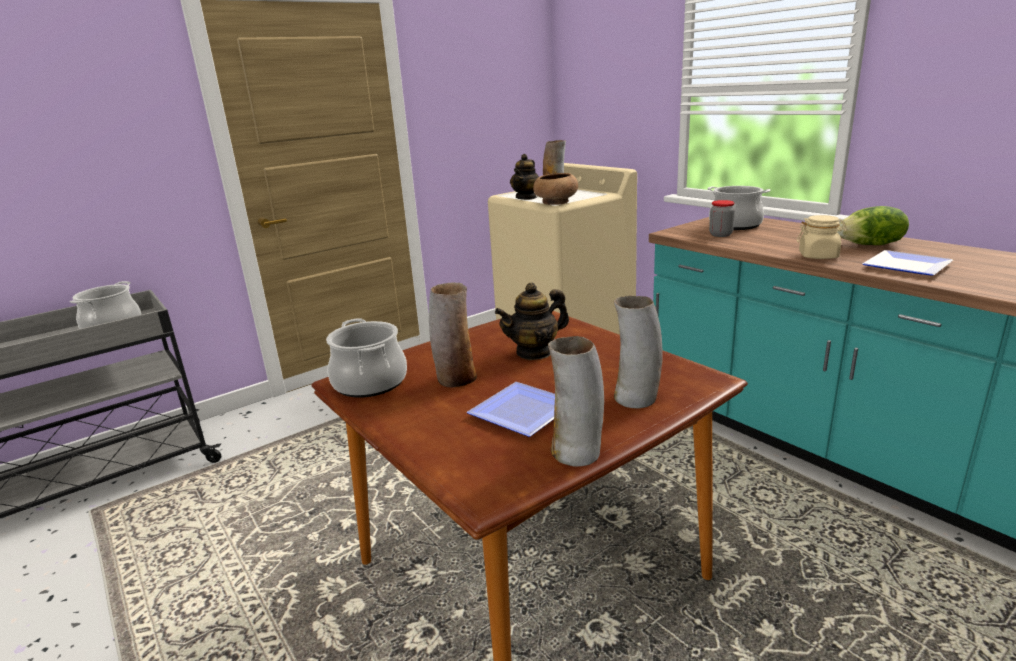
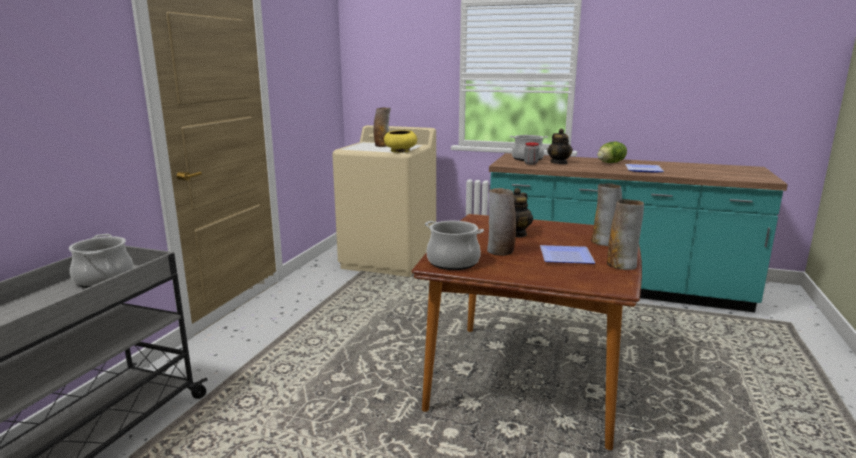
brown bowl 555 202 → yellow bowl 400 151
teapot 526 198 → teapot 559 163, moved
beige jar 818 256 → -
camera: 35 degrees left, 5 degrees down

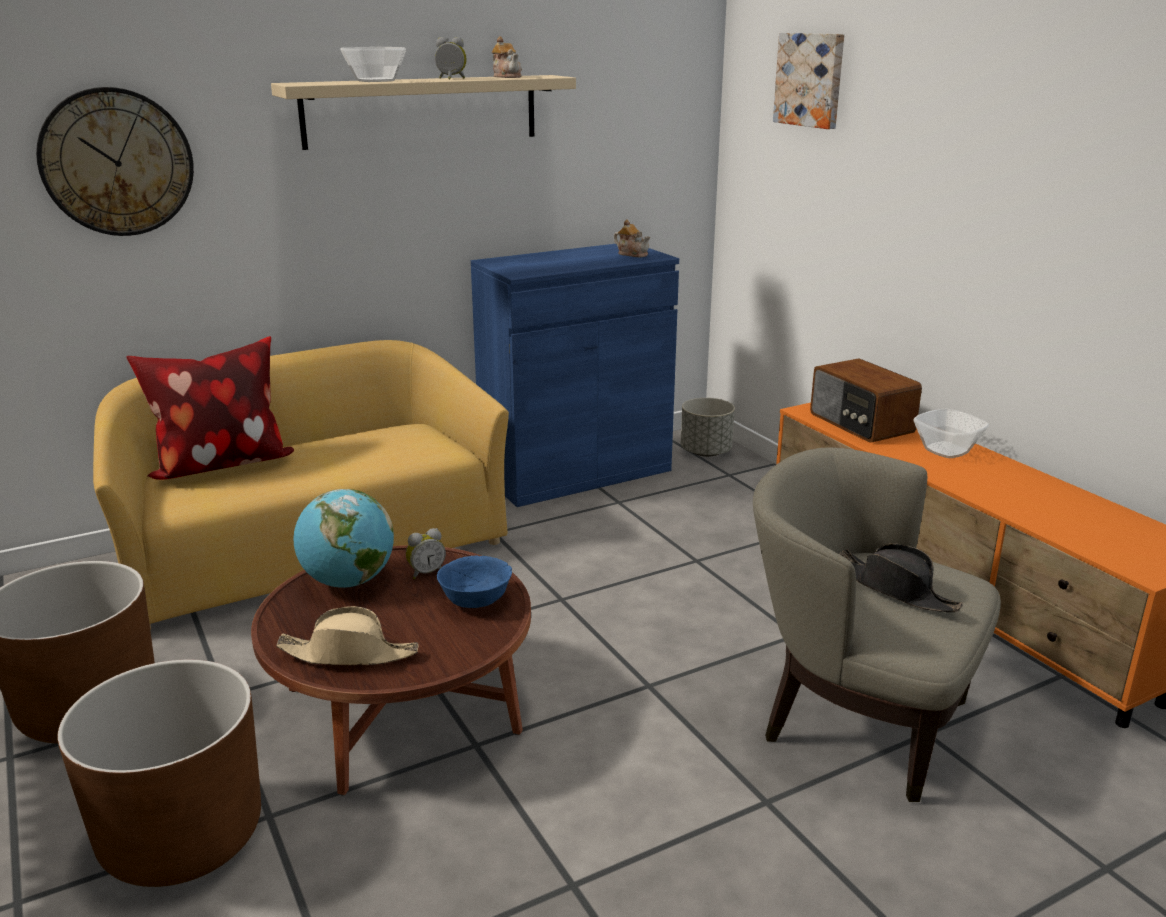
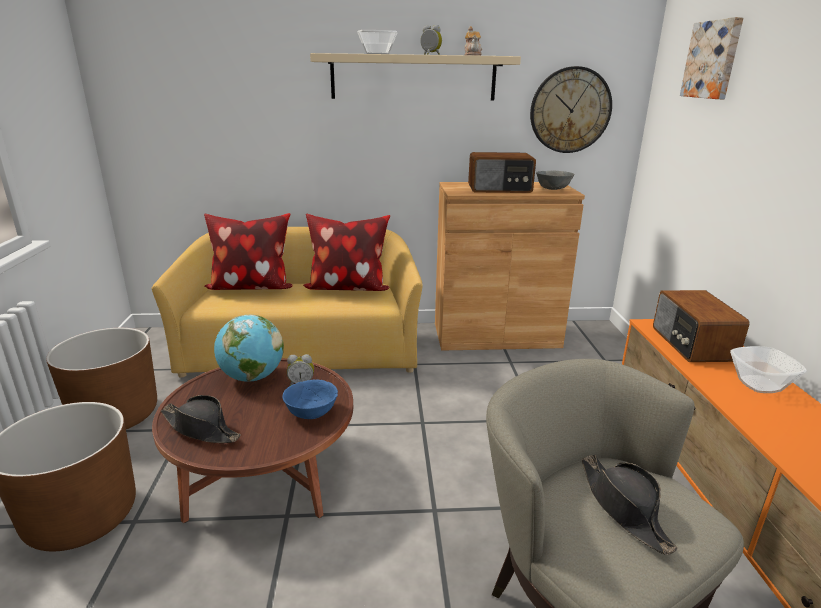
beige hat 349 654 → black hat 201 429
- → pillow 347 288
blue cabinet 576 472 → brown cabinet 496 335
- → radio 500 189
wall clock 117 162 → wall clock 570 110, moved
teapot 632 254 → grey bowl 552 189
grey planter 706 452 → -
camera: 25 degrees right, 0 degrees up

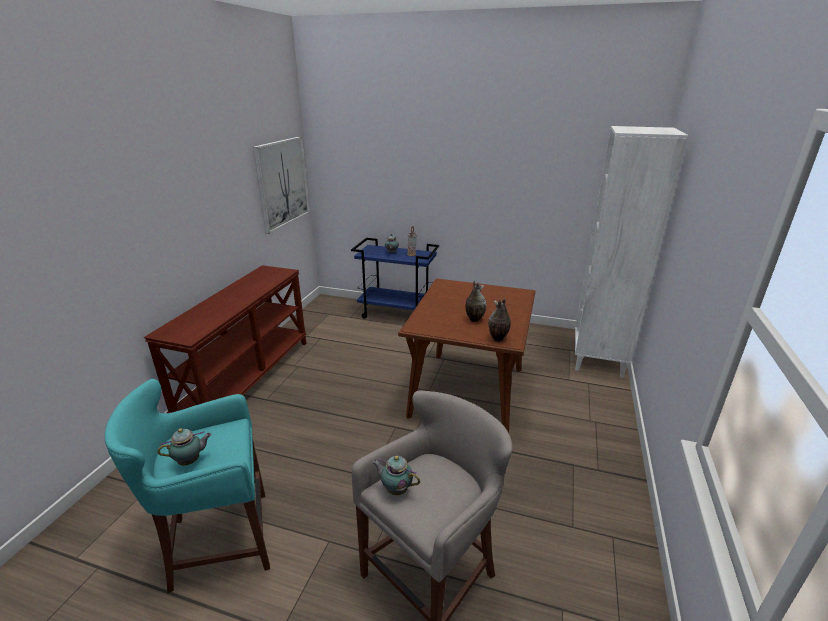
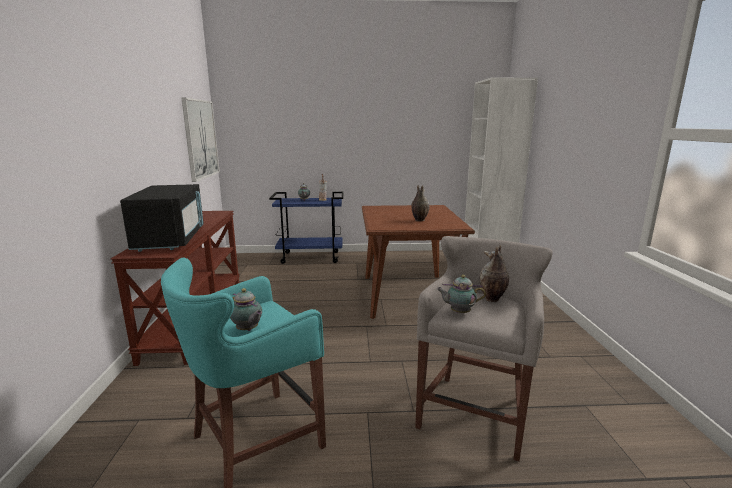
- → black microwave 171 240
teapot 191 461 → teapot 248 330, 90 degrees clockwise
vase 497 339 → vase 492 299, moved
camera: 20 degrees left, 10 degrees down

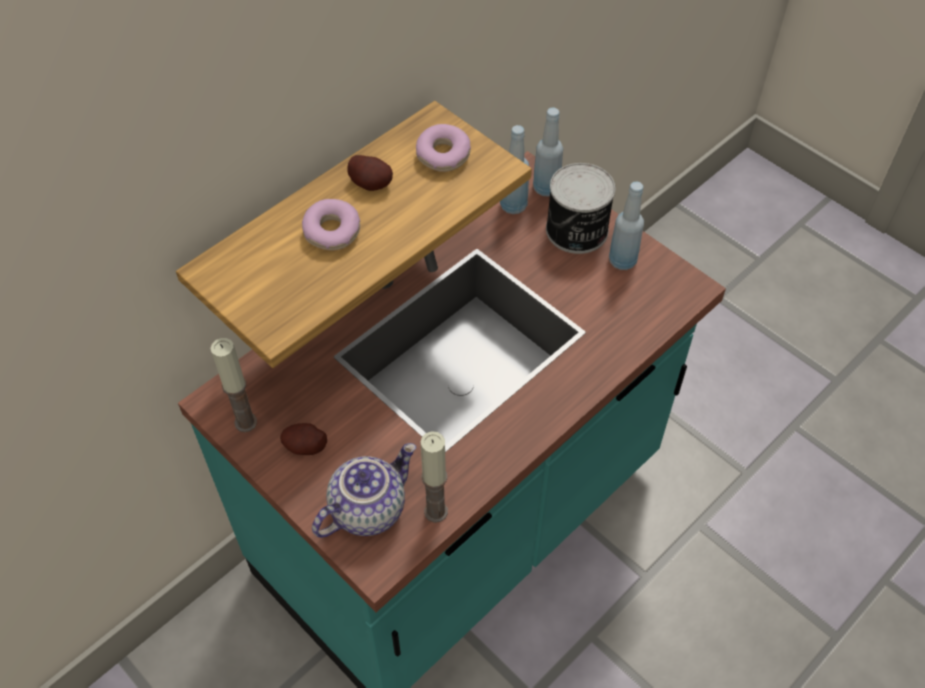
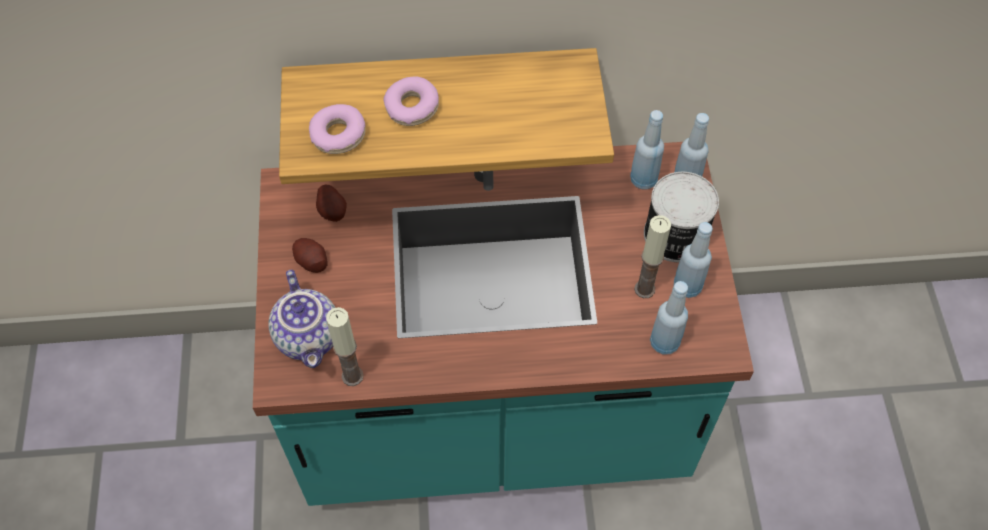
teapot 367 508 → teapot 310 337, 75 degrees clockwise
donut 443 155 → donut 338 135, moved
potato 371 183 → potato 332 211, moved
candle 245 422 → candle 644 289, moved
- → blue bottle 664 343
camera: 40 degrees right, 5 degrees up

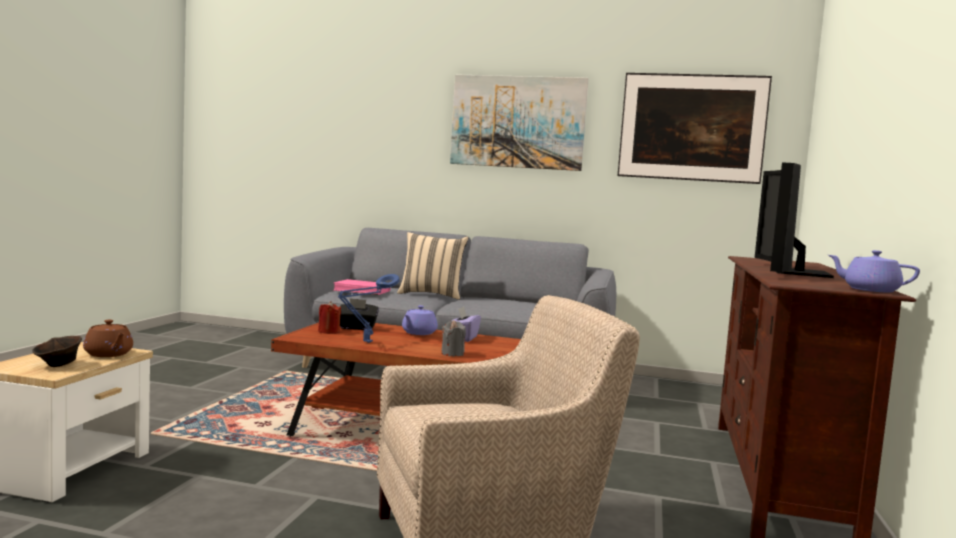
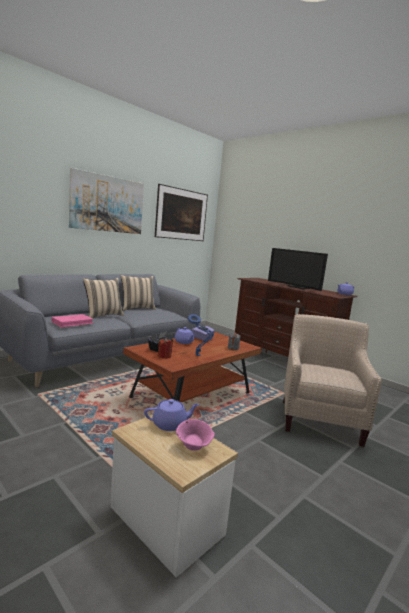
- → beige pillow 137 308
brown teapot 109 354 → purple teapot 170 424
brown bowl 58 365 → pink bowl 194 447
camera: 60 degrees left, 5 degrees up

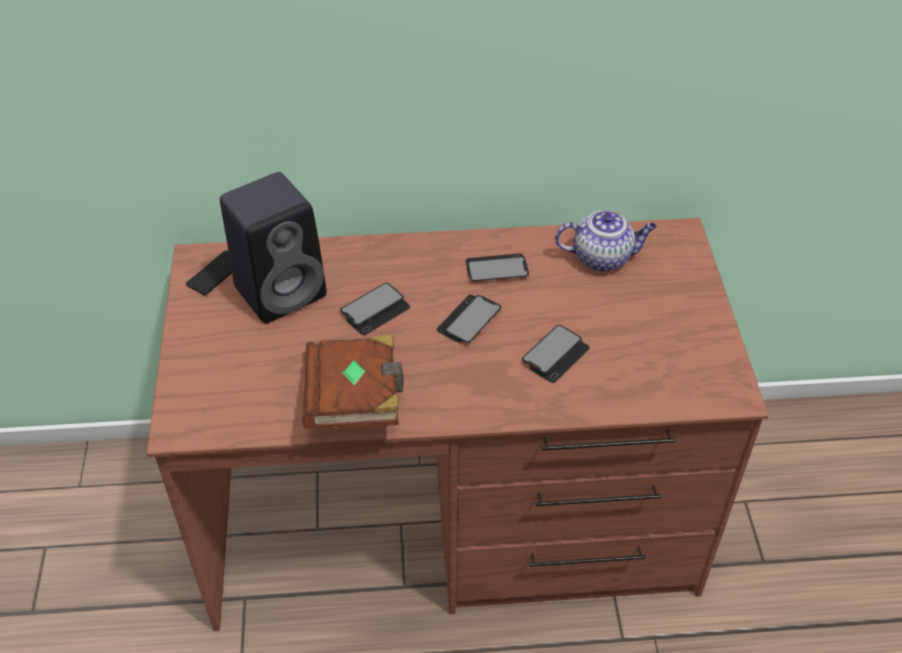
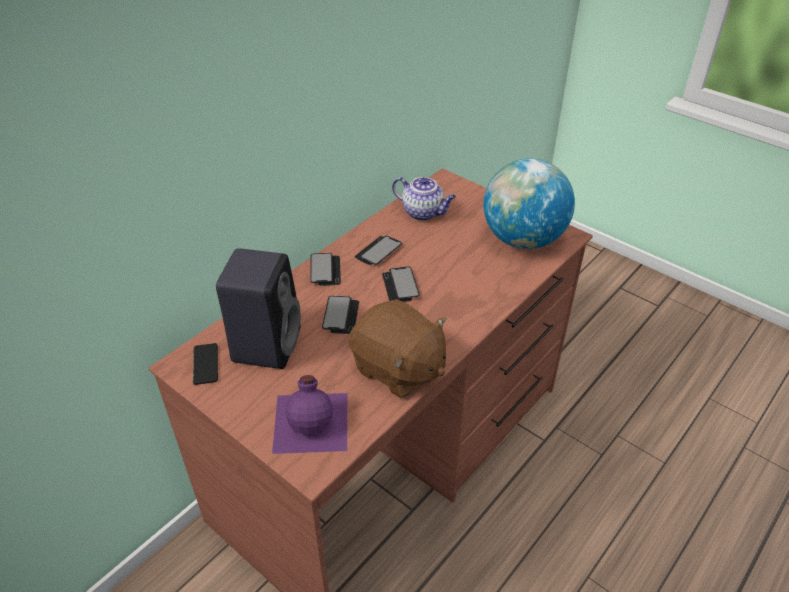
- → purple bottle 312 421
phone 555 355 → phone 325 270, moved
brown book 355 399 → brown plush toy 398 369
teapot 603 257 → teapot 424 212, 75 degrees clockwise
- → globe 522 239
camera: 45 degrees left, 5 degrees down

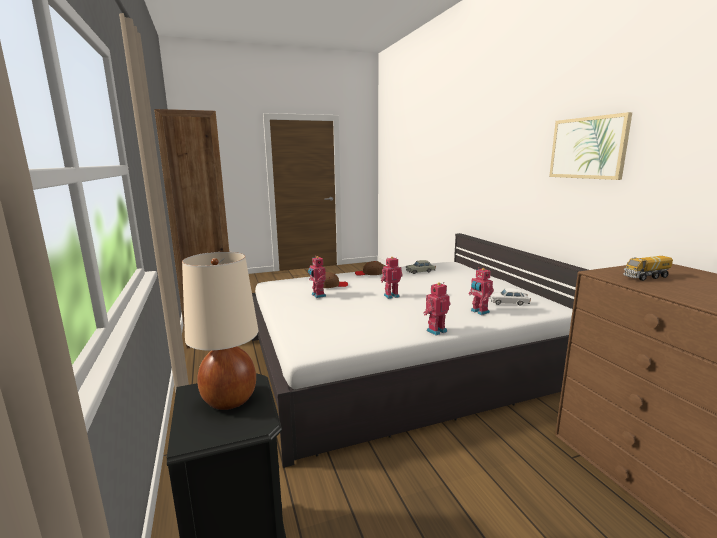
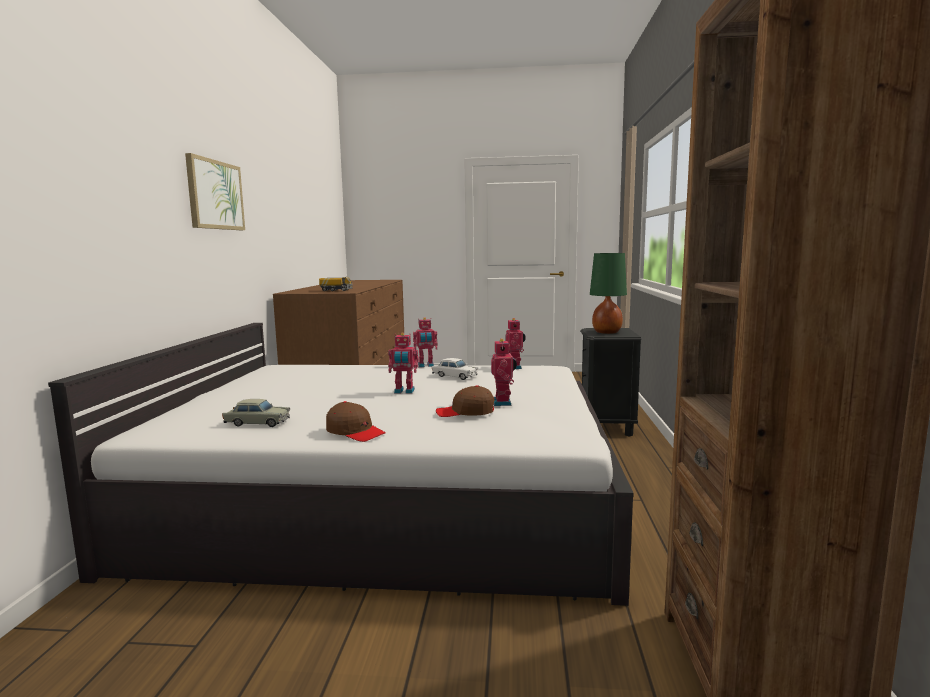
white toy car 509 302 → white toy car 455 376, moved
toy robot 479 312 → toy robot 515 367, moved
beige table lamp 230 400 → green table lamp 606 332
camera: 155 degrees left, 5 degrees down

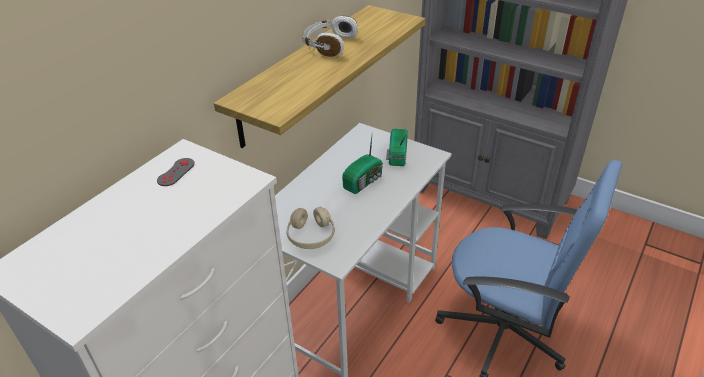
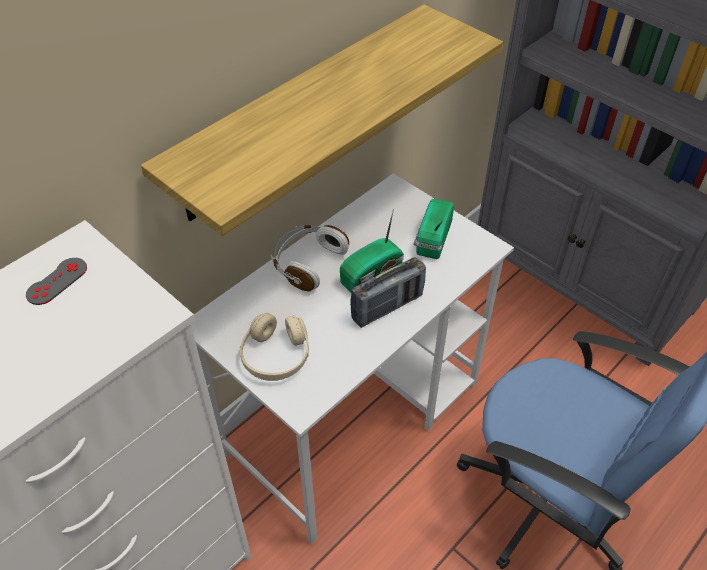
white headphones 328 45 → white headphones 307 263, moved
- → radio 387 307
camera: 10 degrees right, 10 degrees up

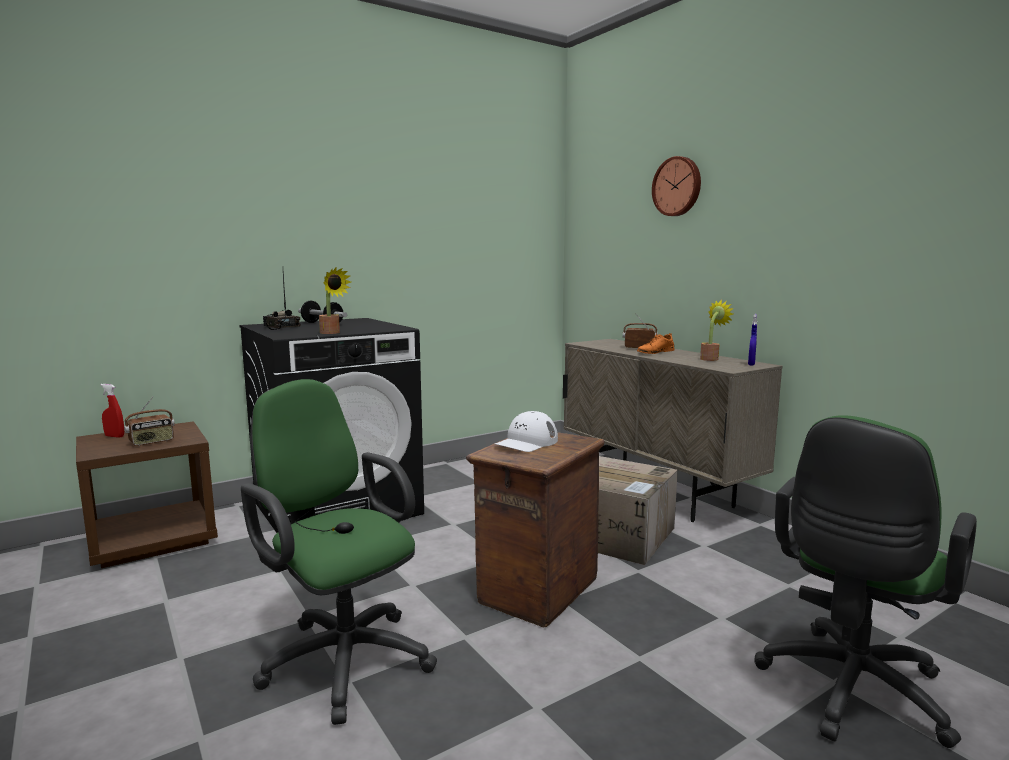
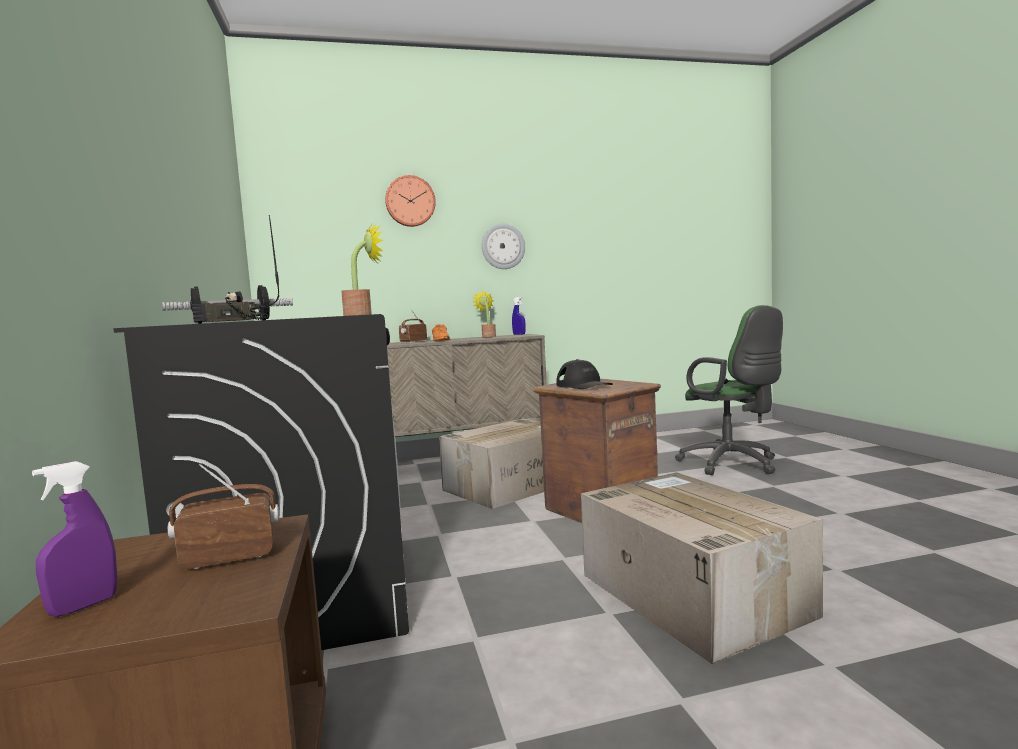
red spray bottle 114 436 → purple spray bottle 83 606
radio 152 442 → radio 230 556, 90 degrees counterclockwise
- → wall clock 503 246
white cap 526 442 → black cap 584 385
green office chair 342 657 → cardboard box 689 593
camera: 70 degrees left, 5 degrees down

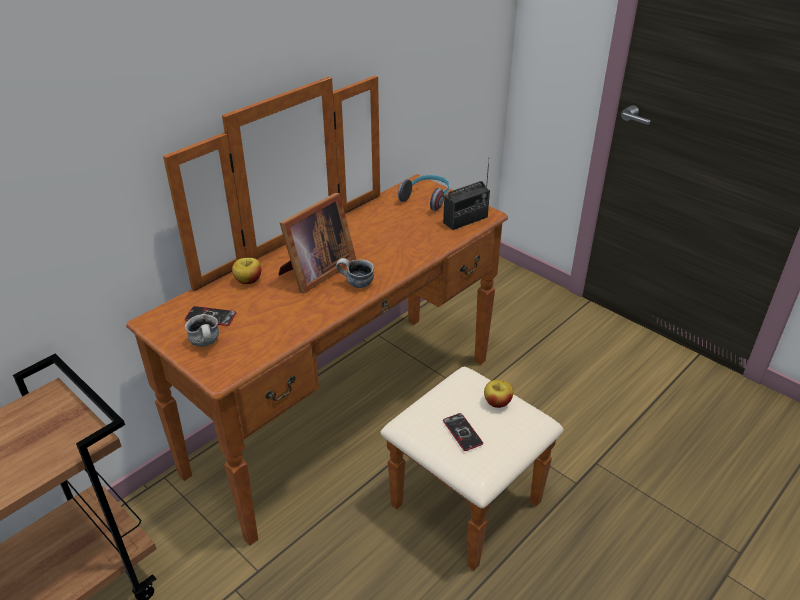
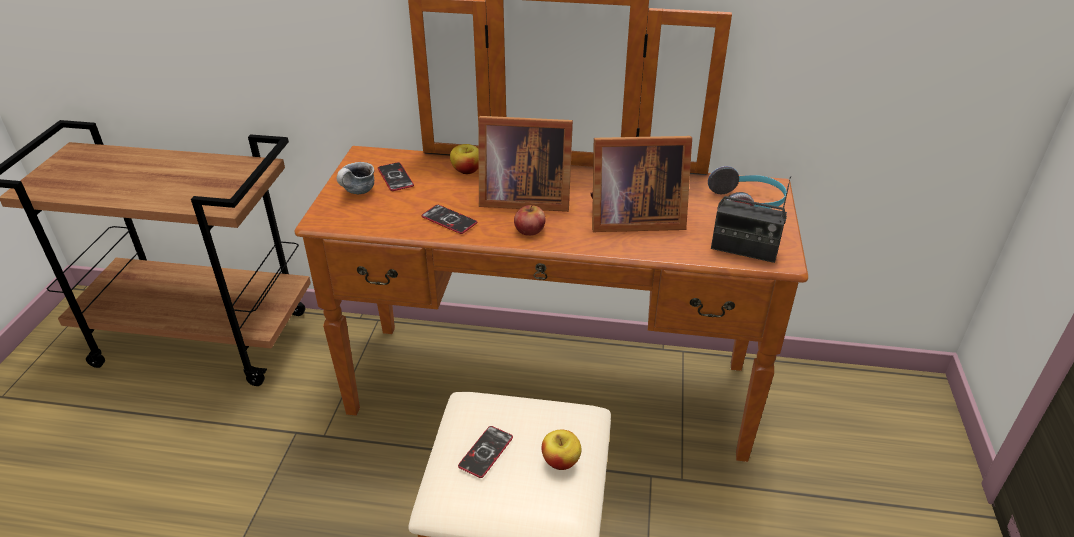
- → phone 449 220
mug 356 284 → apple 529 229
- → picture frame 632 219
camera: 55 degrees right, 0 degrees up

